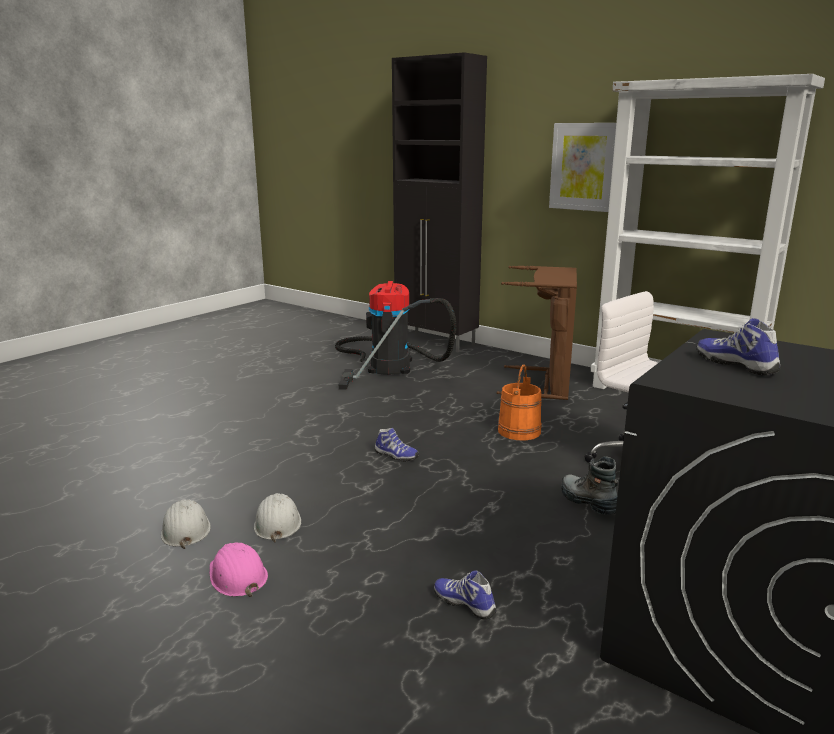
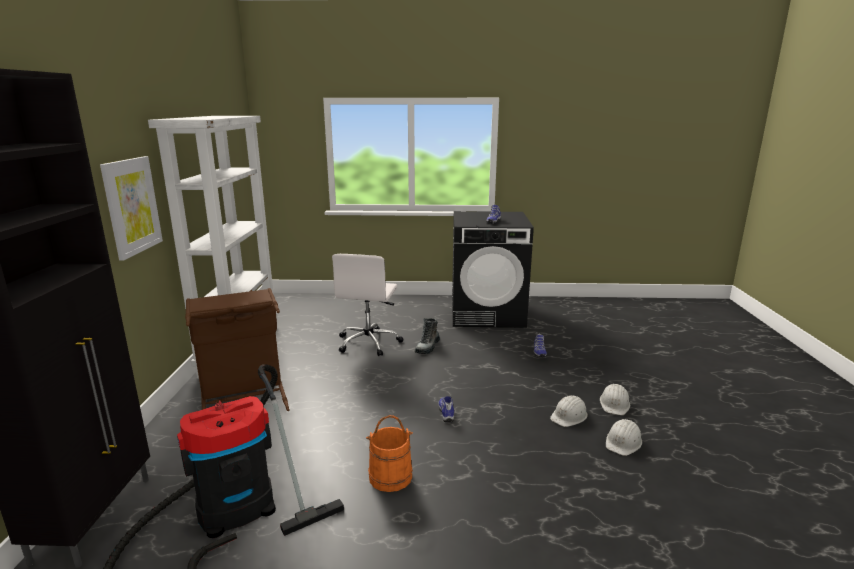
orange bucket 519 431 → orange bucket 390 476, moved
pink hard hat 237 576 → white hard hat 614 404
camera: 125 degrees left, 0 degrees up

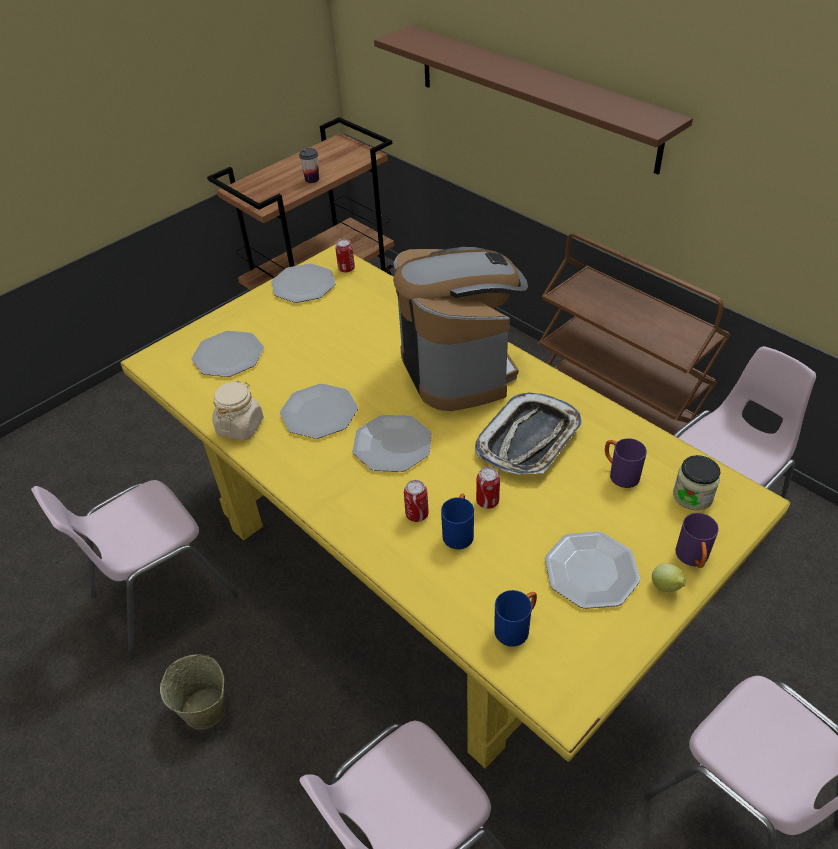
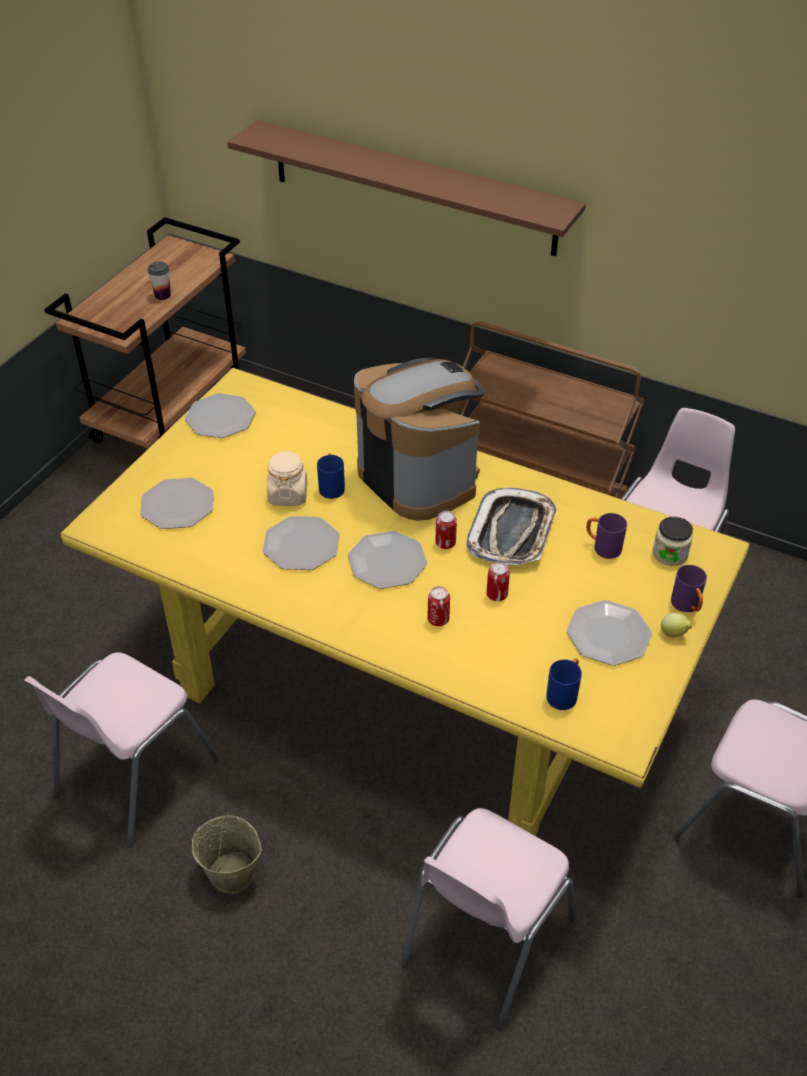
beige jar 240 426 → beige jar 288 494, moved
blue mug 459 532 → blue mug 331 486, moved
can 346 269 → can 445 543, moved
camera: 20 degrees left, 0 degrees up

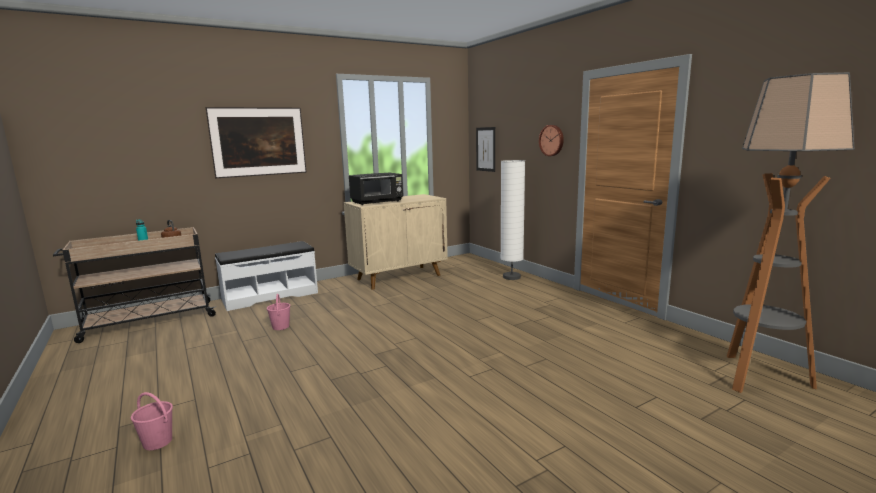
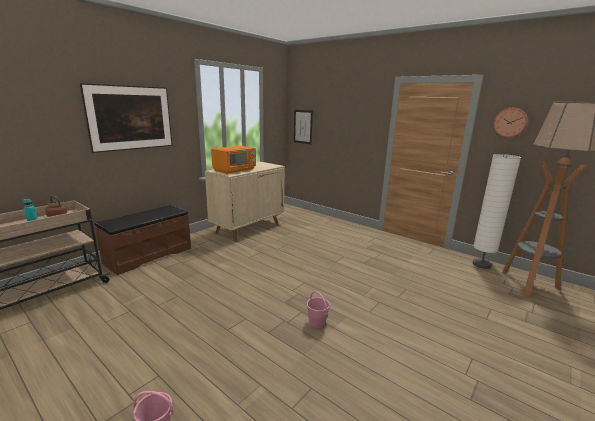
white bench 270 296 → brown bench 148 255
black microwave 377 202 → orange microwave 235 170
pink bucket 280 327 → pink bucket 317 323, moved
white floor lamp 511 277 → white floor lamp 481 265, moved
wall clock 552 140 → wall clock 510 122, moved
camera: 20 degrees left, 5 degrees up

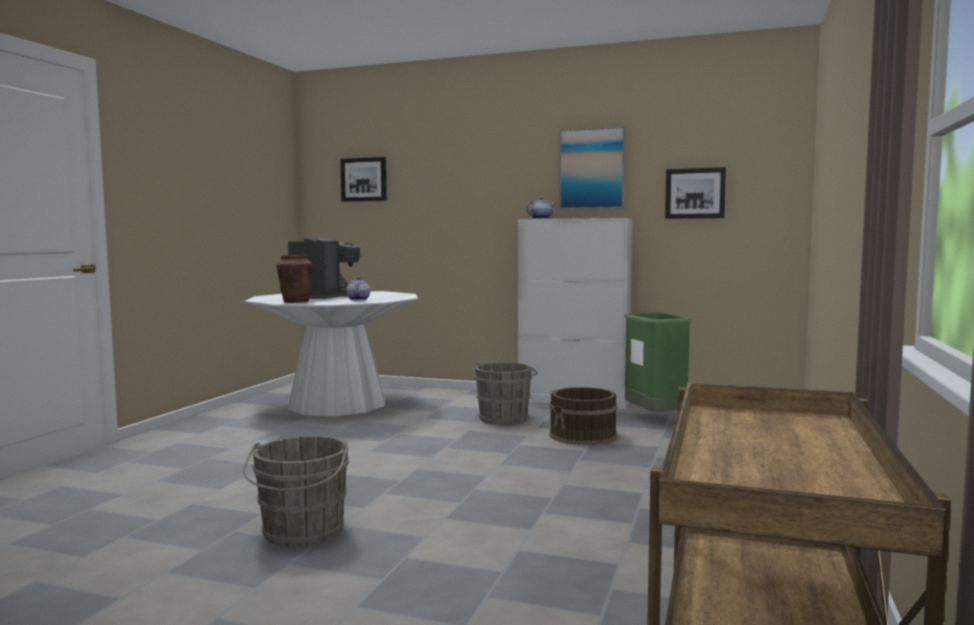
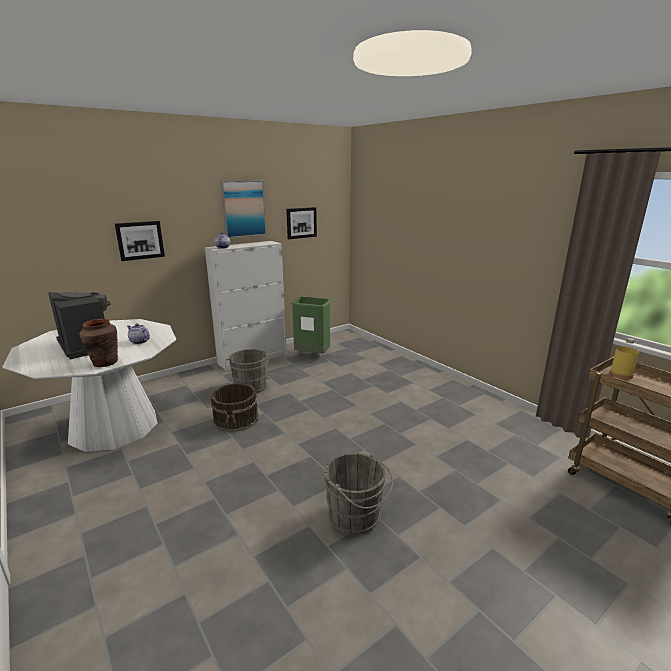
picture 364 179 → picture 140 240, moved
brown bucket 583 435 → brown bucket 236 419, moved
- → yellow bottle 621 374
camera: 55 degrees left, 15 degrees up

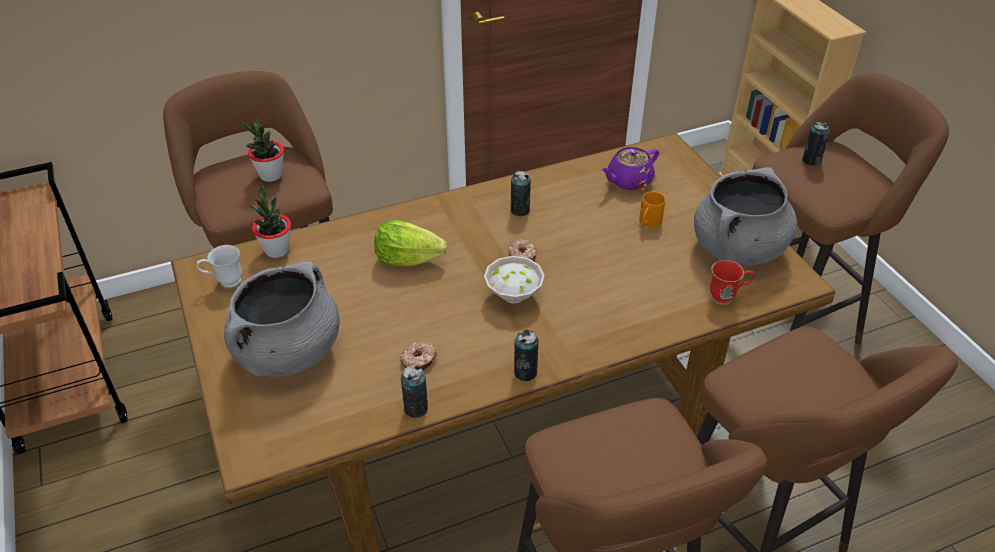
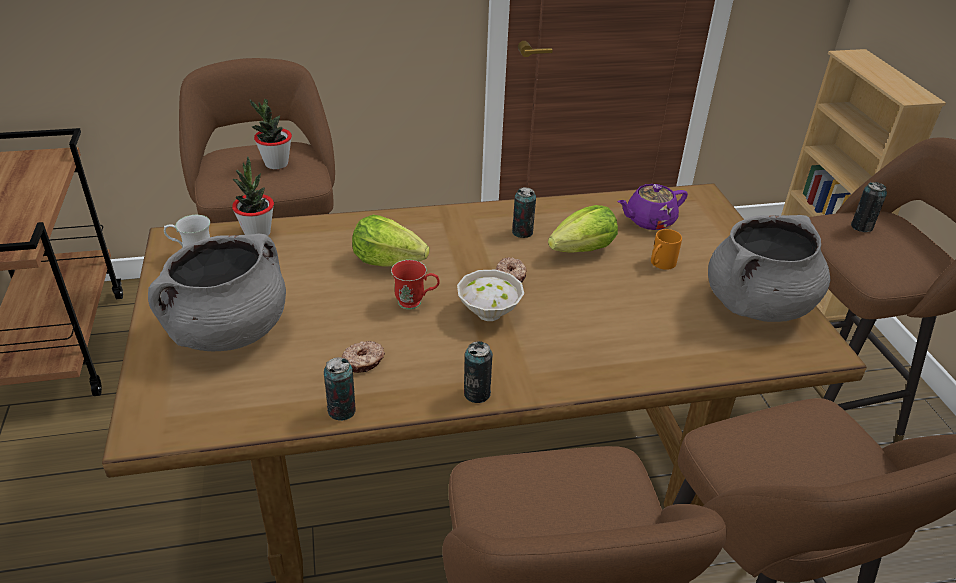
red mug 727 297 → red mug 416 303, moved
- → lettuce 583 250
camera: 10 degrees right, 5 degrees down

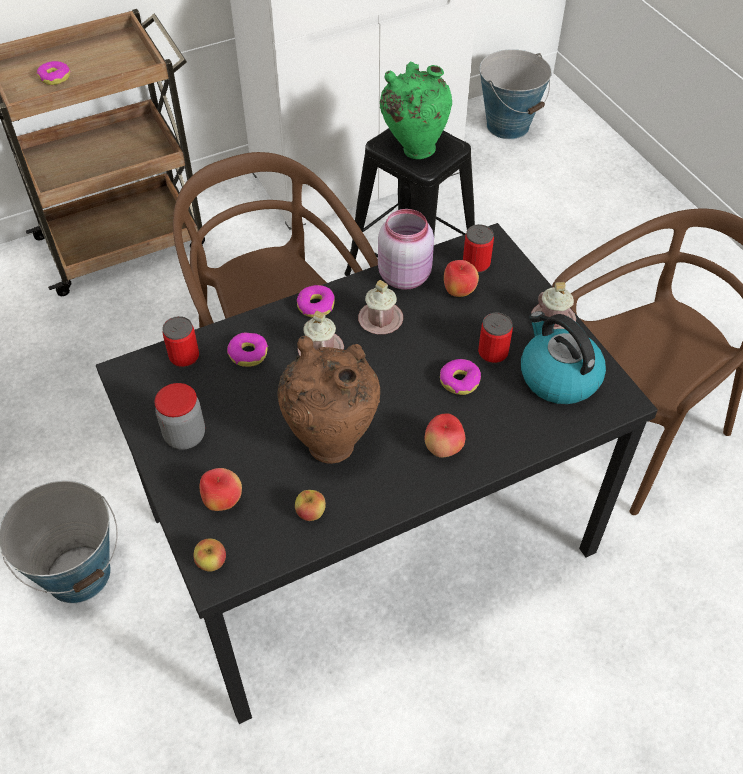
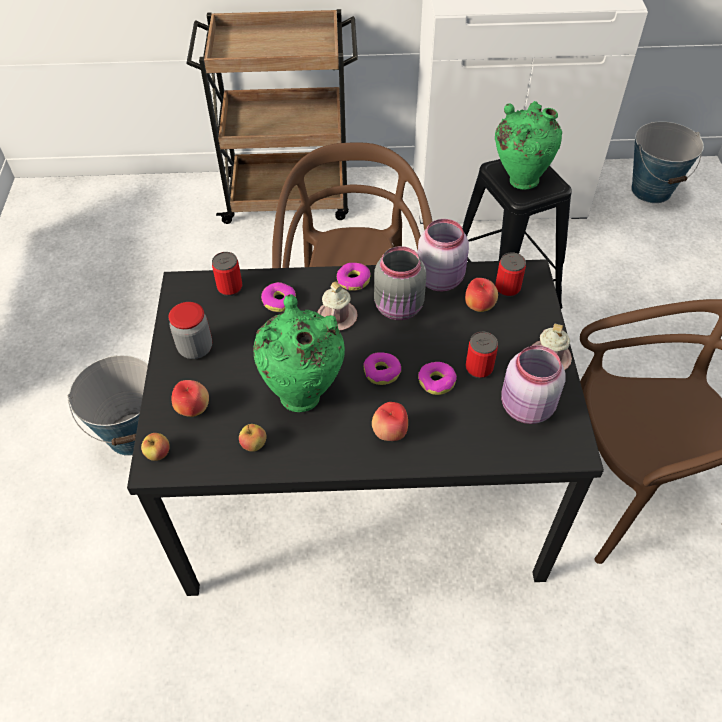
brown vase 331 440 → green vase 303 392
donut 55 77 → donut 382 372, moved
pink mug 380 319 → grey jar 399 308
kettle 558 377 → pink jar 525 408
camera: 25 degrees right, 0 degrees up

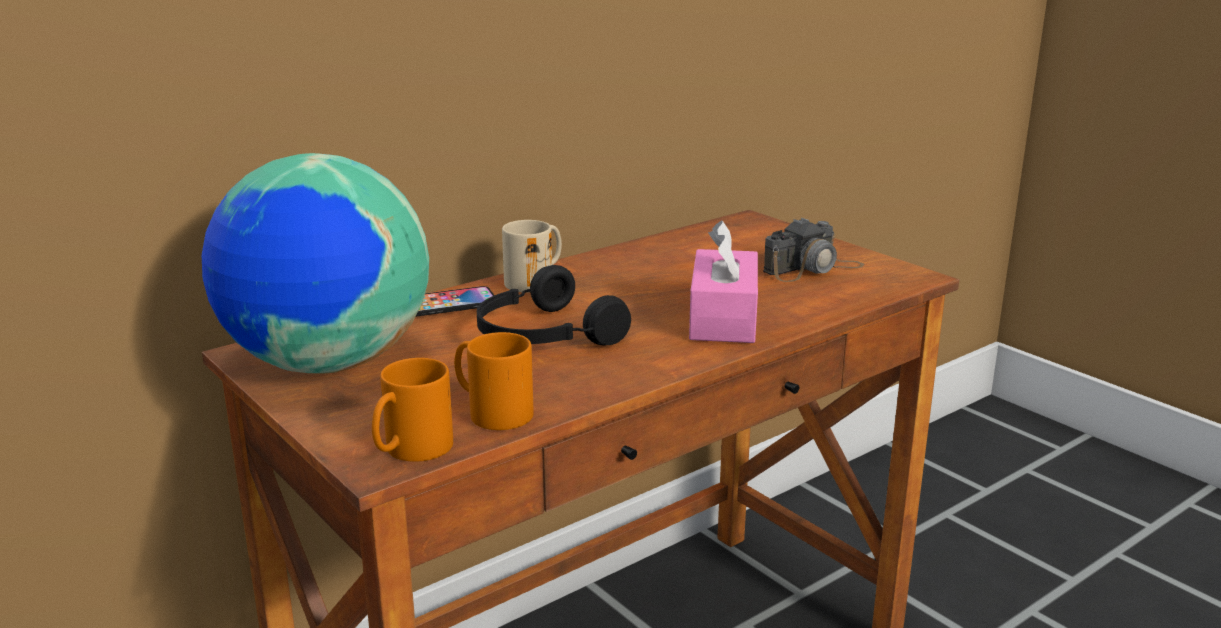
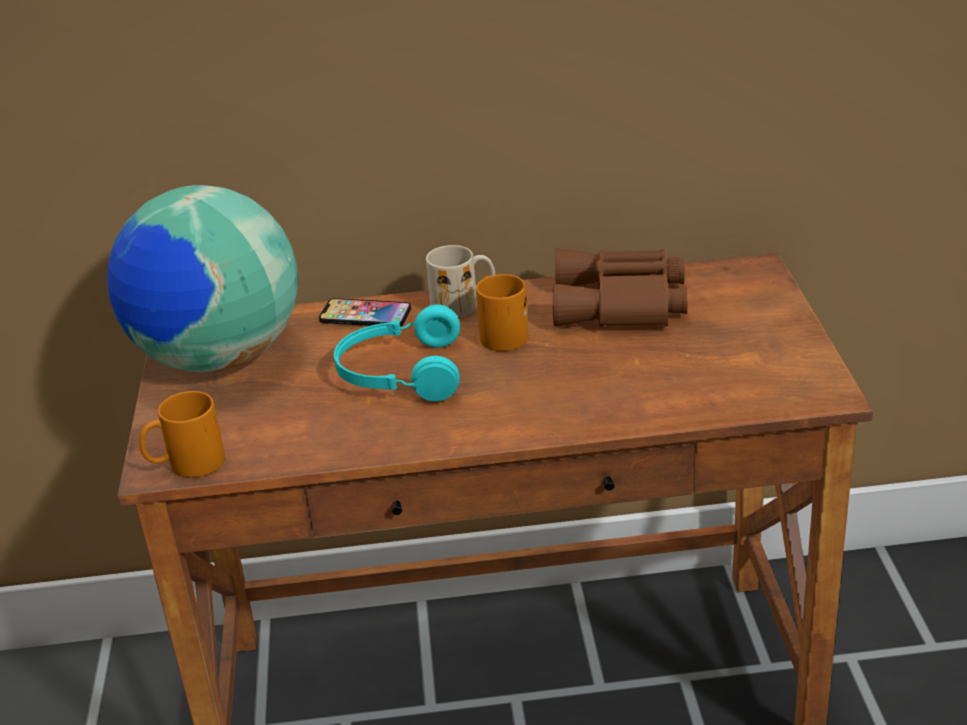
black headphones 543 335 → turquoise headphones 399 373
orange mug 490 411 → orange mug 499 333, moved
- → brown binoculars 621 304
pink tissue box 723 318 → -
photo camera 813 268 → -
camera: 35 degrees right, 10 degrees up

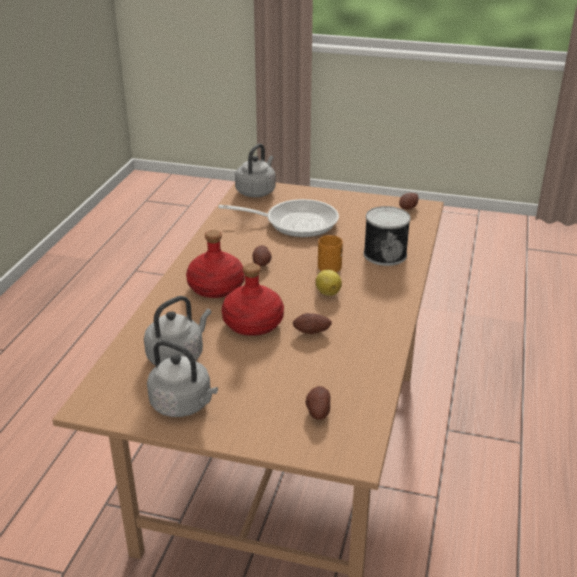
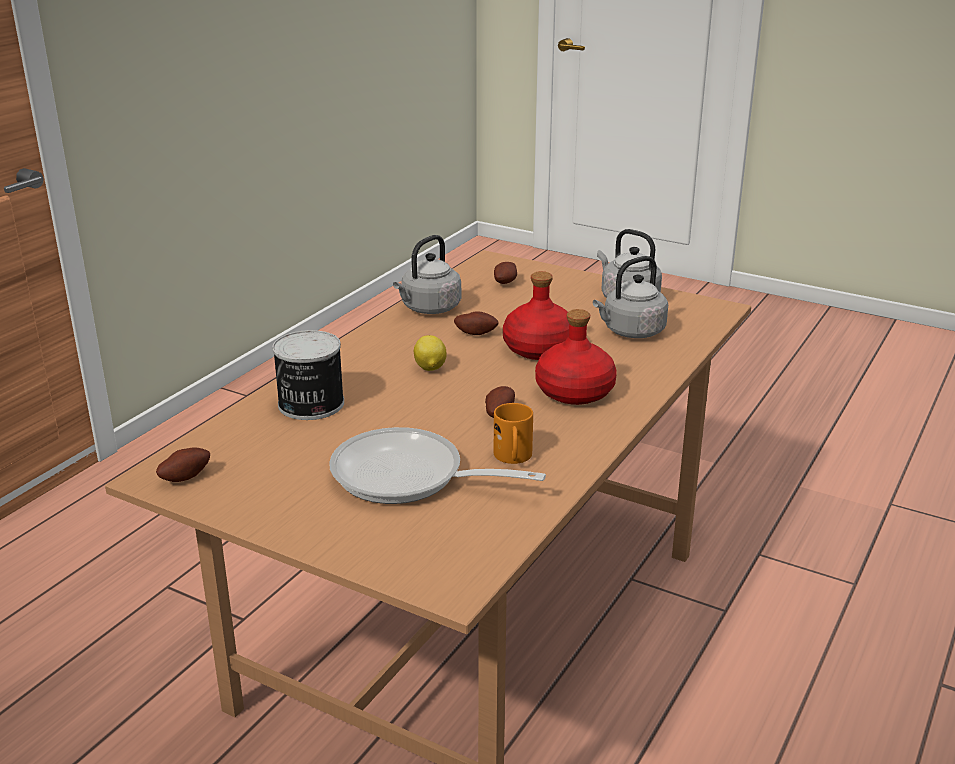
grey kettle 256 191 → grey kettle 429 309, moved
orange mug 327 264 → orange mug 513 458, moved
camera: 165 degrees left, 5 degrees down

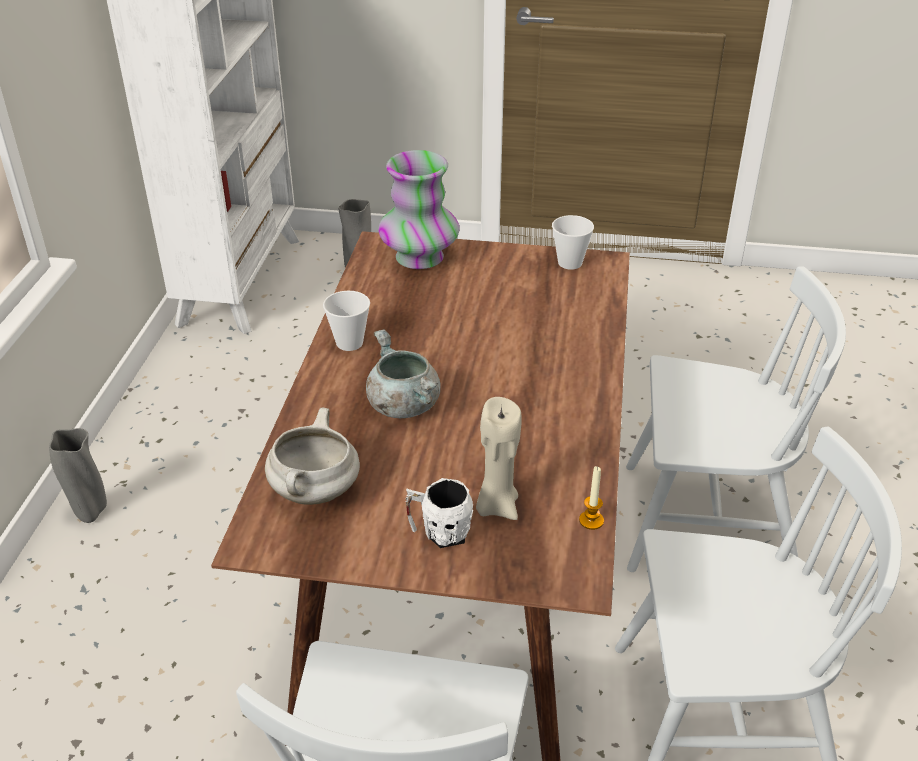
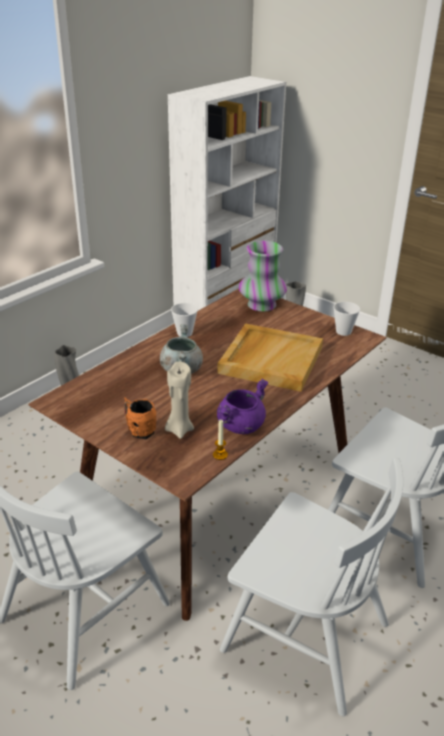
white mug 439 532 → orange mug 139 430
- → beige tray 270 359
- → purple cooking pot 240 425
white cooking pot 315 492 → -
camera: 30 degrees right, 5 degrees down

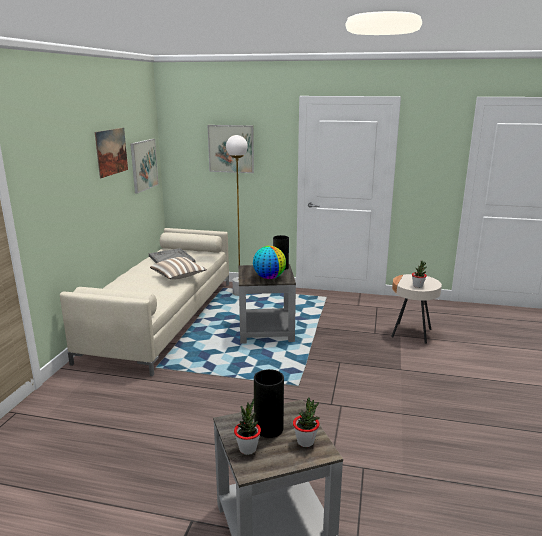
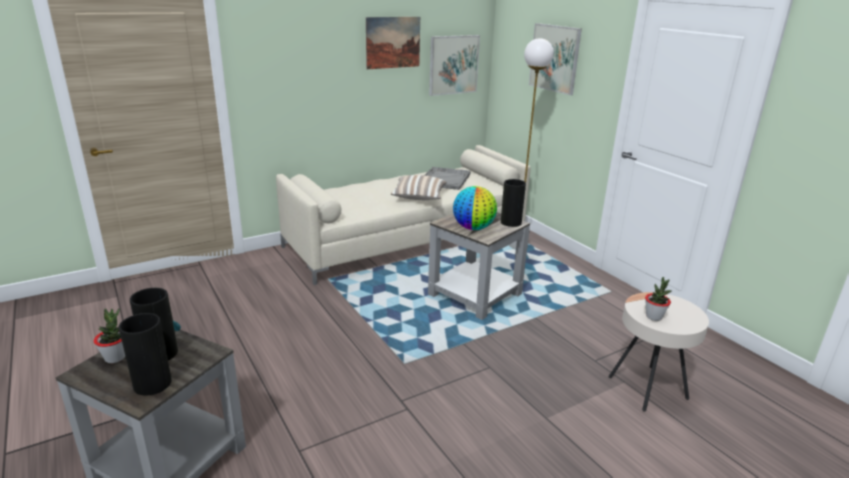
potted plant 305 442 → vase 152 383
camera: 45 degrees right, 5 degrees up

